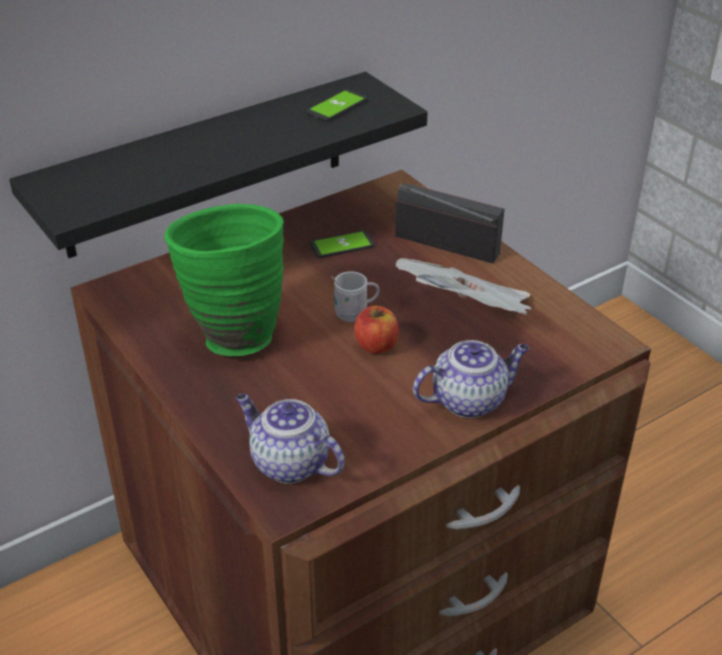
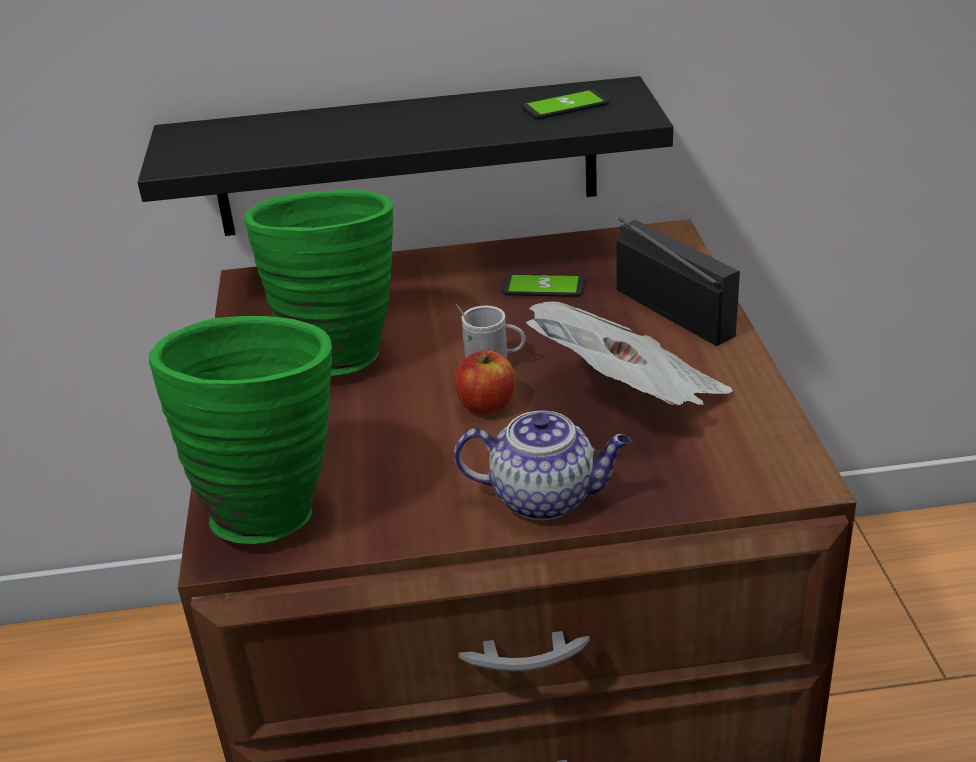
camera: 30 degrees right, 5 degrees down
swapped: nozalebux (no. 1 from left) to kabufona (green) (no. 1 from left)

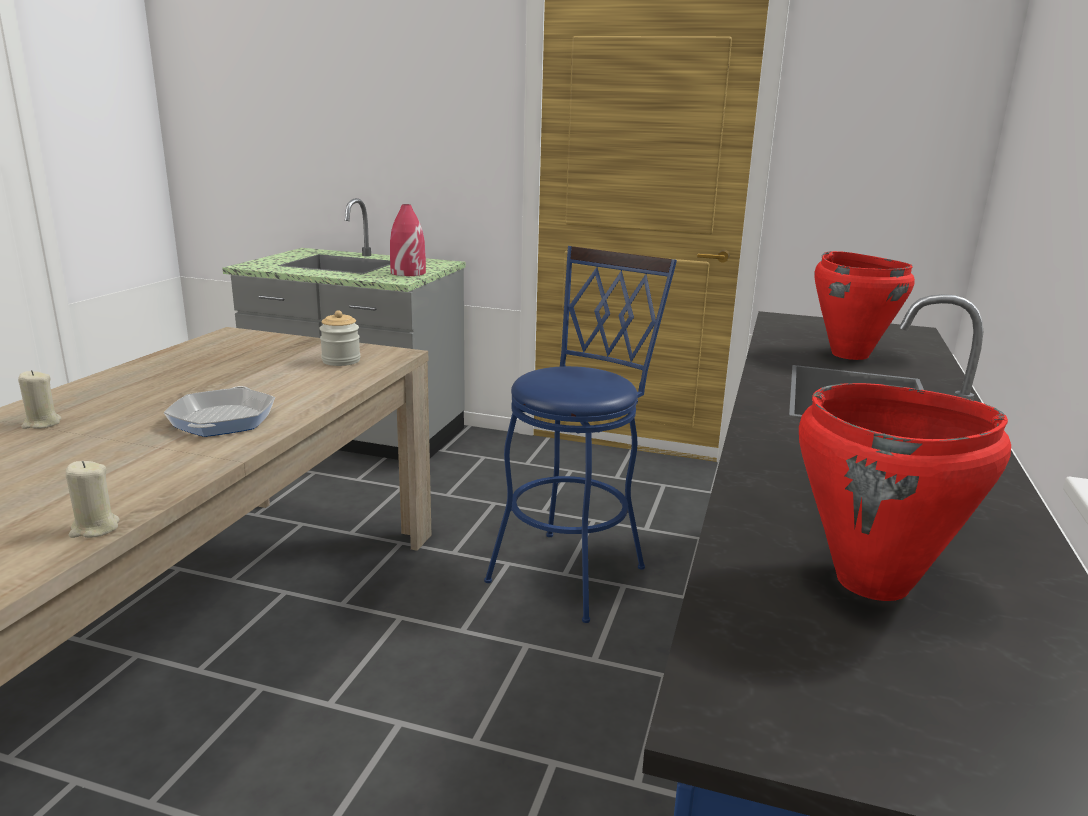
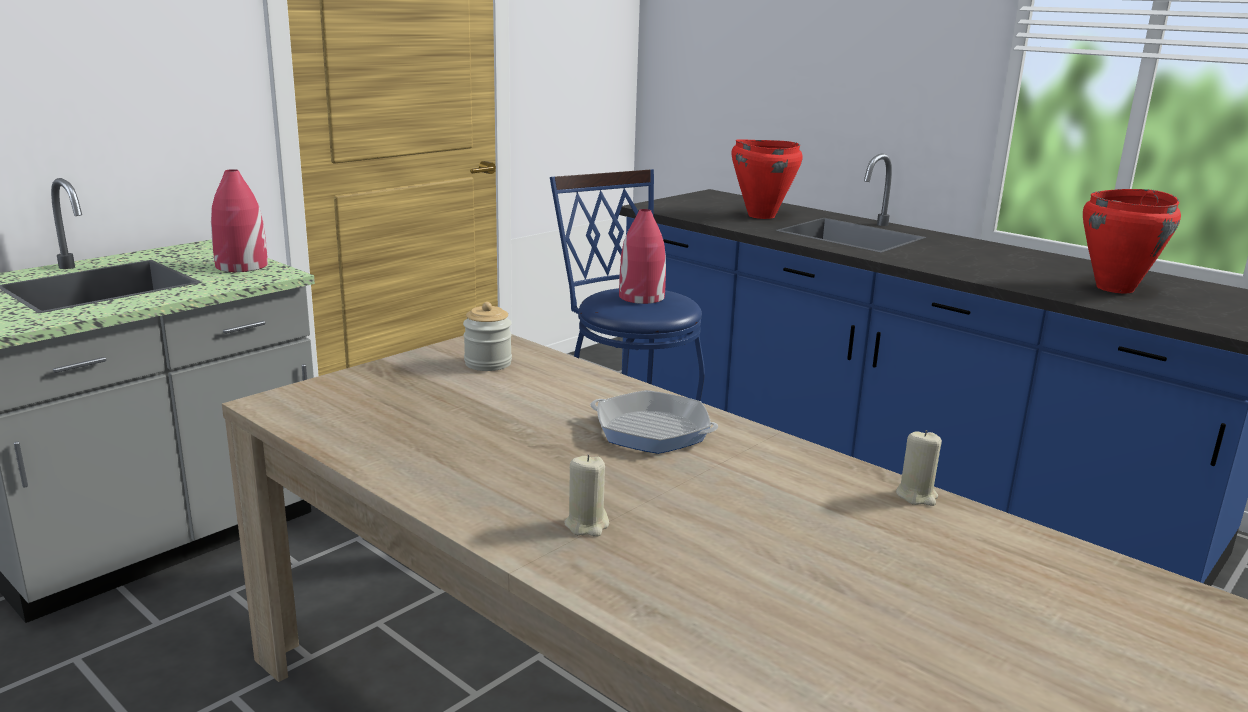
camera: 65 degrees left, 0 degrees up
new: kabufona (red) (no. 2 from left)

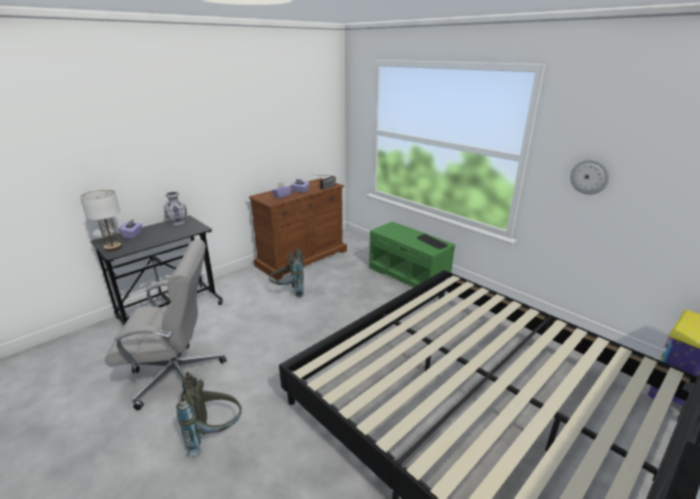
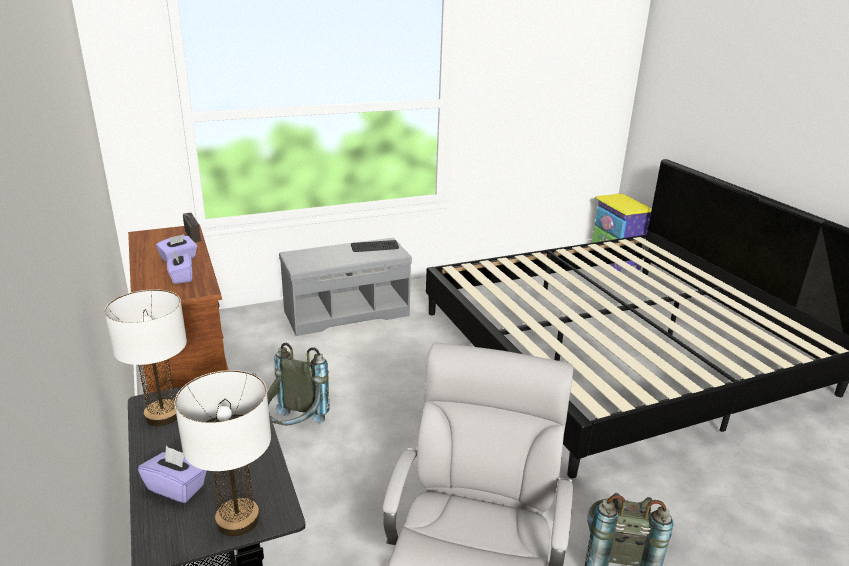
camera: 70 degrees left, 0 degrees up
gone: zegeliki
swapped: kabufona to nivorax (no. 1 from left)
repainted: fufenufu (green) to fufenufu (grey)

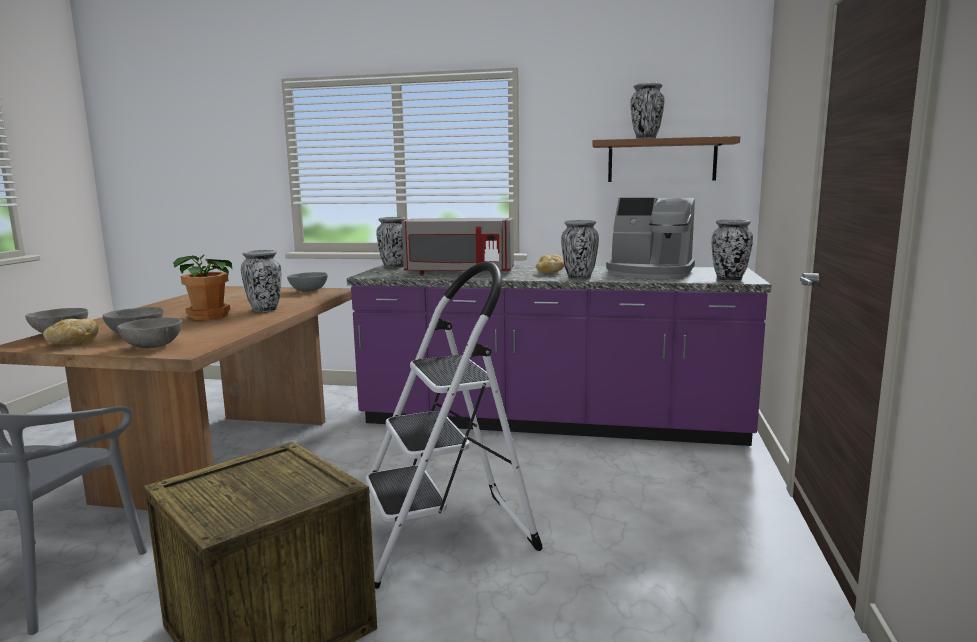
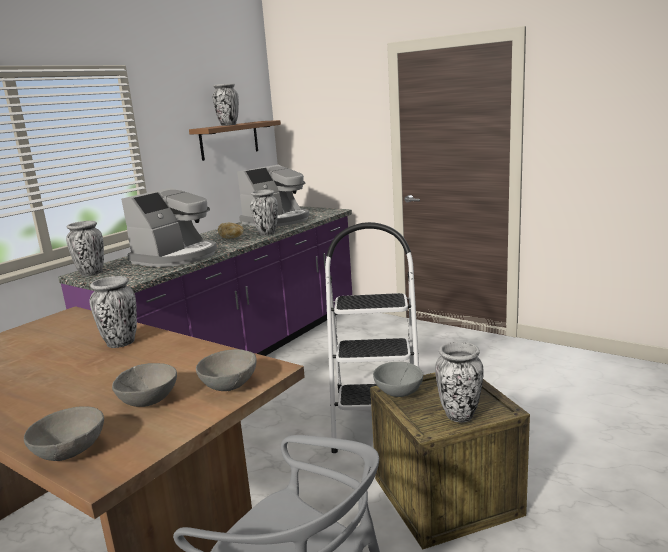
camera: 65 degrees left, 5 degrees up
gone: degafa; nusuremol (no. 1 from left)
shifted: kabufona (no. 5 from left); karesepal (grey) (no. 4 from left)
swapped: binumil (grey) to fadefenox (no. 1 from left)

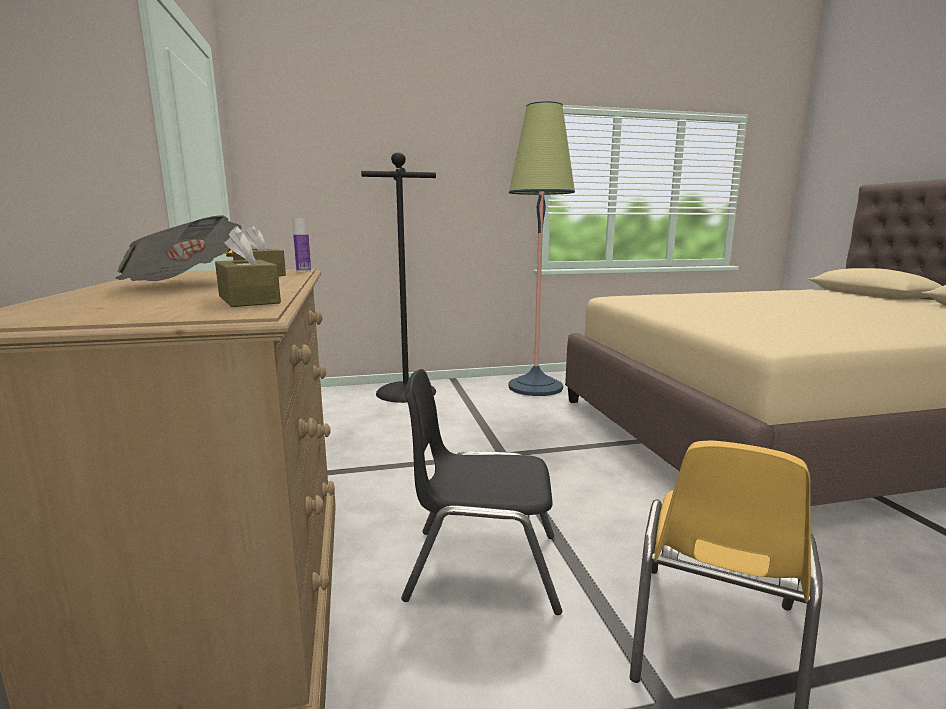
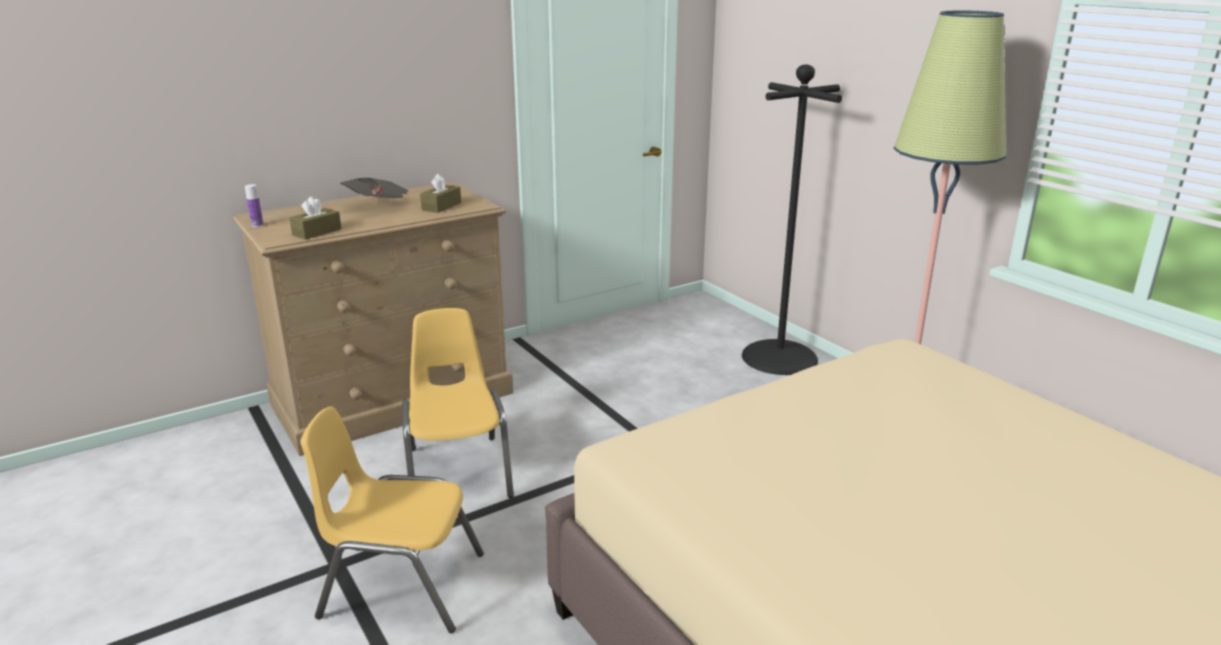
camera: 70 degrees right, 10 degrees up
shifted: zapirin
repainted: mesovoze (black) to mesovoze (yellow) (no. 2 from left)

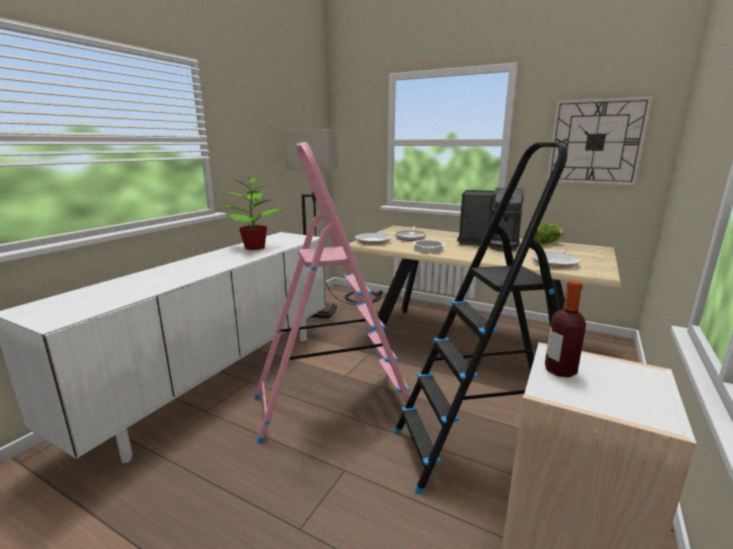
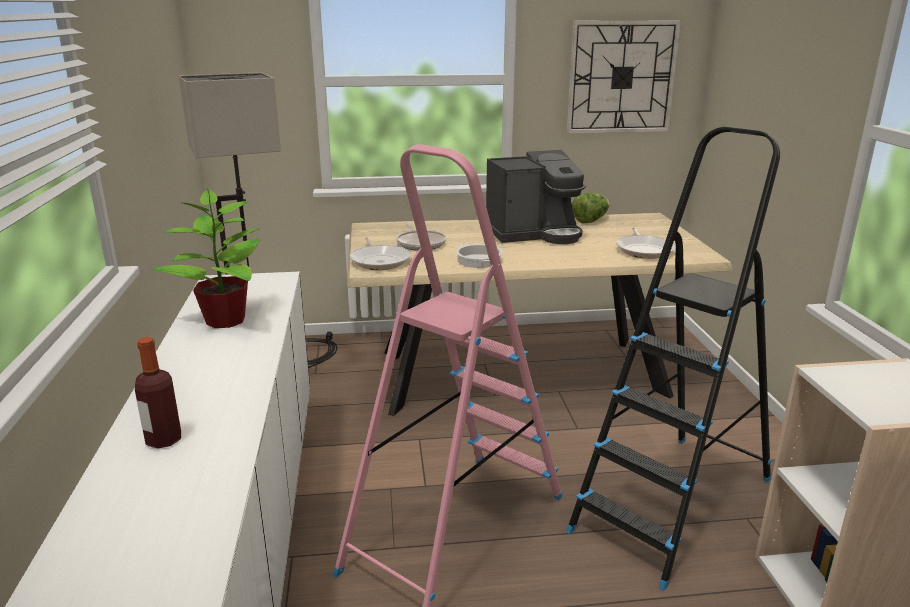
camera: 35 degrees left, 5 degrees up
shifted: zapirin

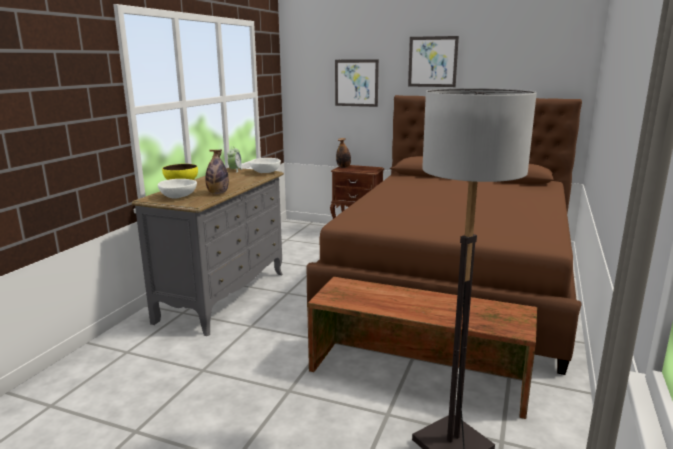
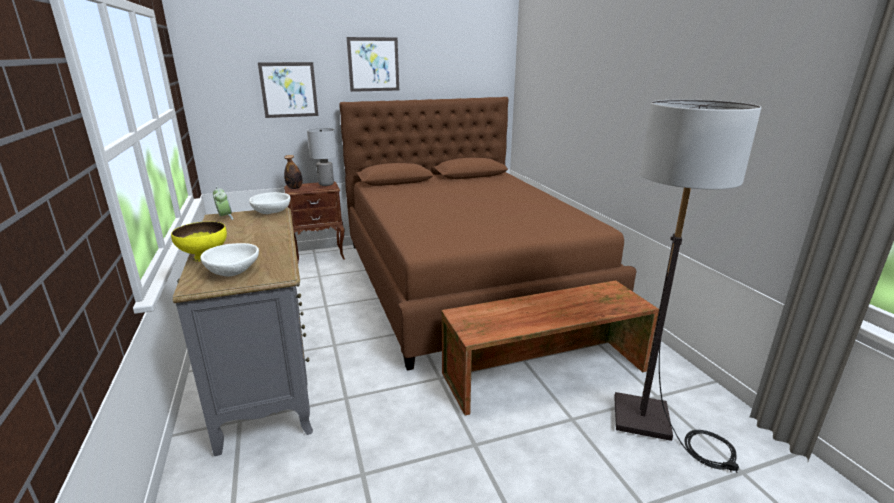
camera: 40 degrees left, 5 degrees up
gone: zapirin (no. 1 from left)
new: nivorax (grey)

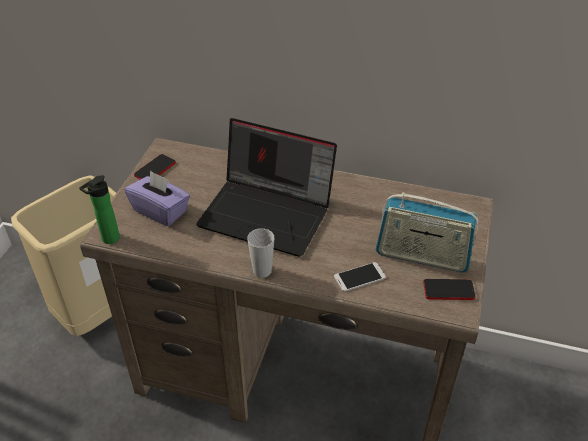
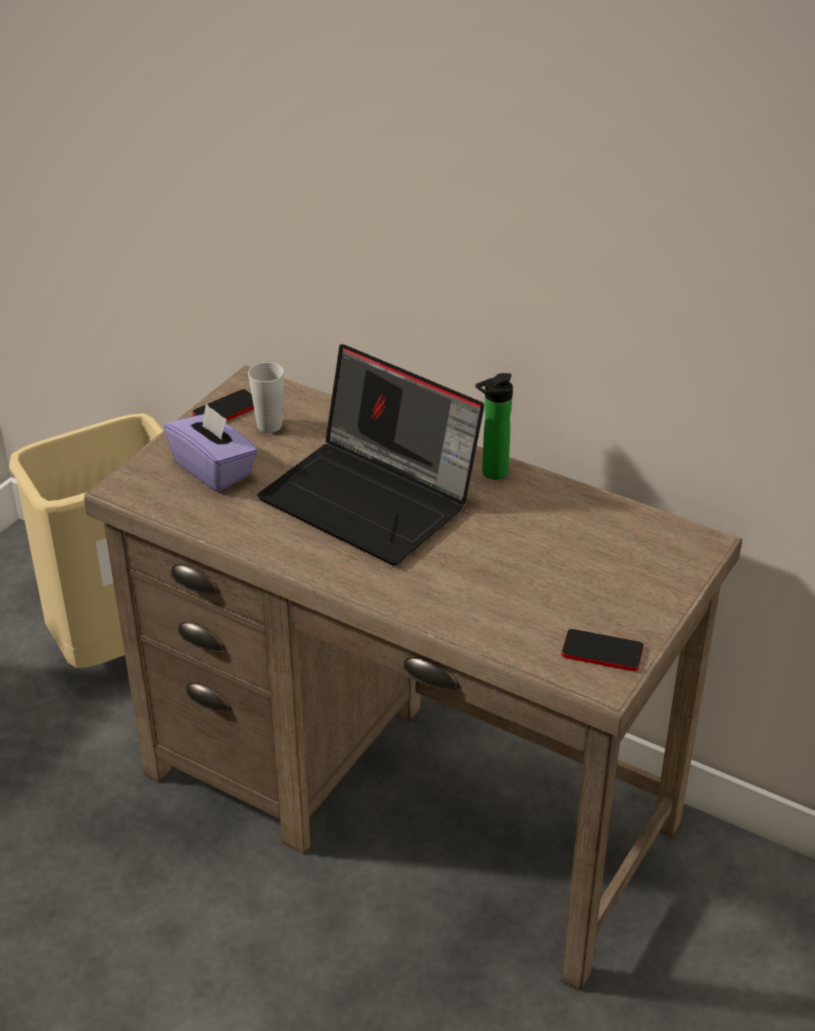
camera: 15 degrees right, 5 degrees down
gone: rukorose; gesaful (no. 2 from left)
shifted: zapirin; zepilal

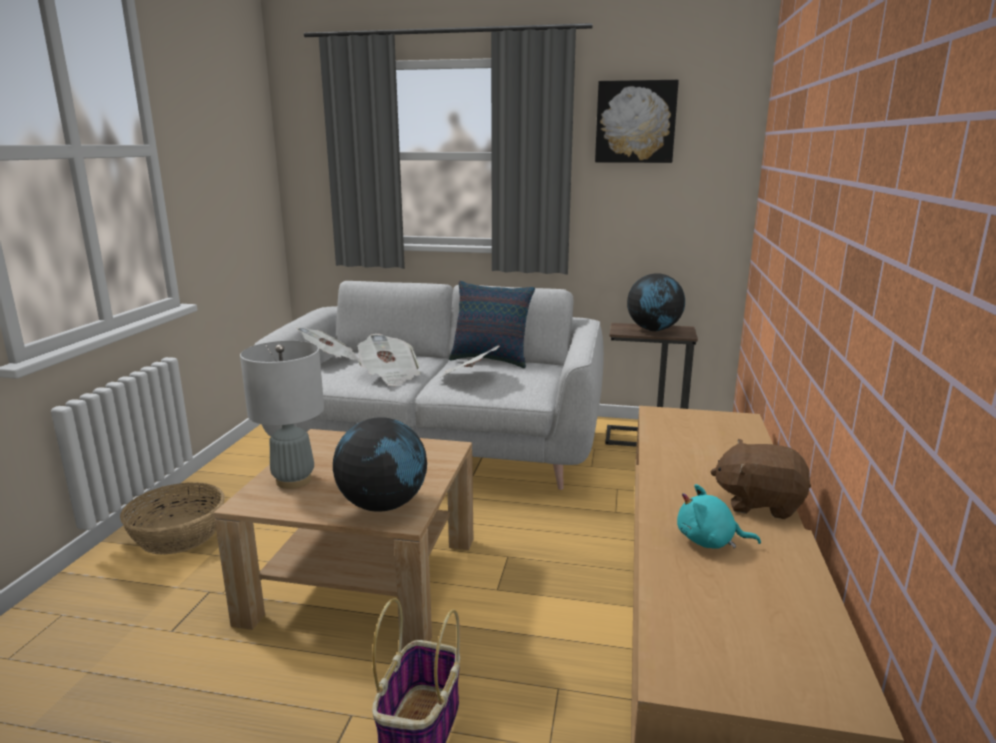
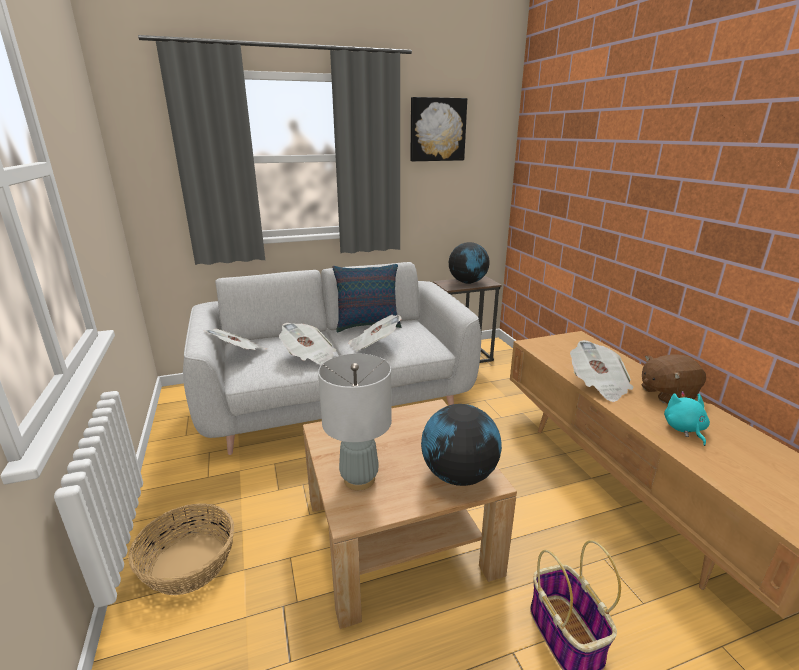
camera: 30 degrees left, 5 degrees up
new: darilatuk (no. 4 from left)
rotated: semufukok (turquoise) 105 degrees clockwise

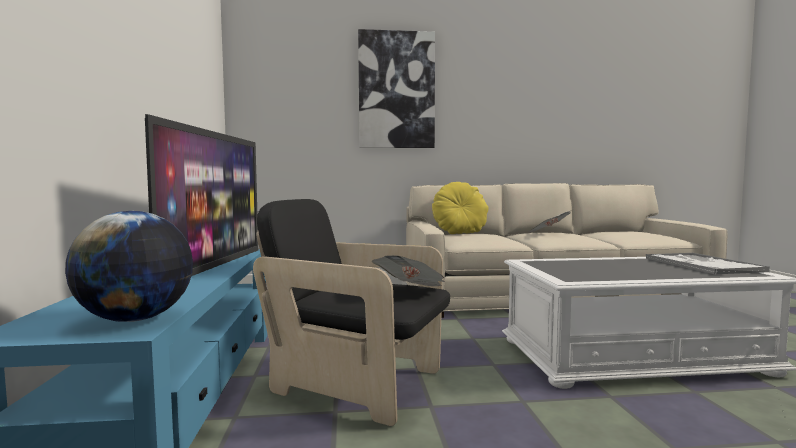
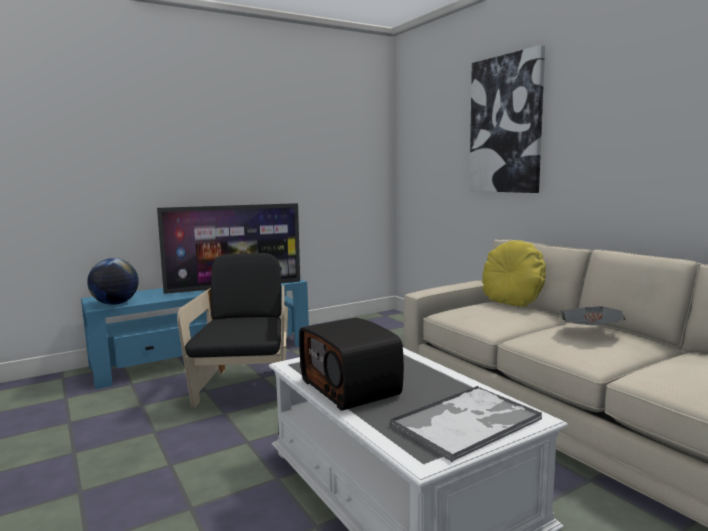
camera: 65 degrees right, 5 degrees up
gone: darilatuk (no. 1 from left)
new: rukorose

